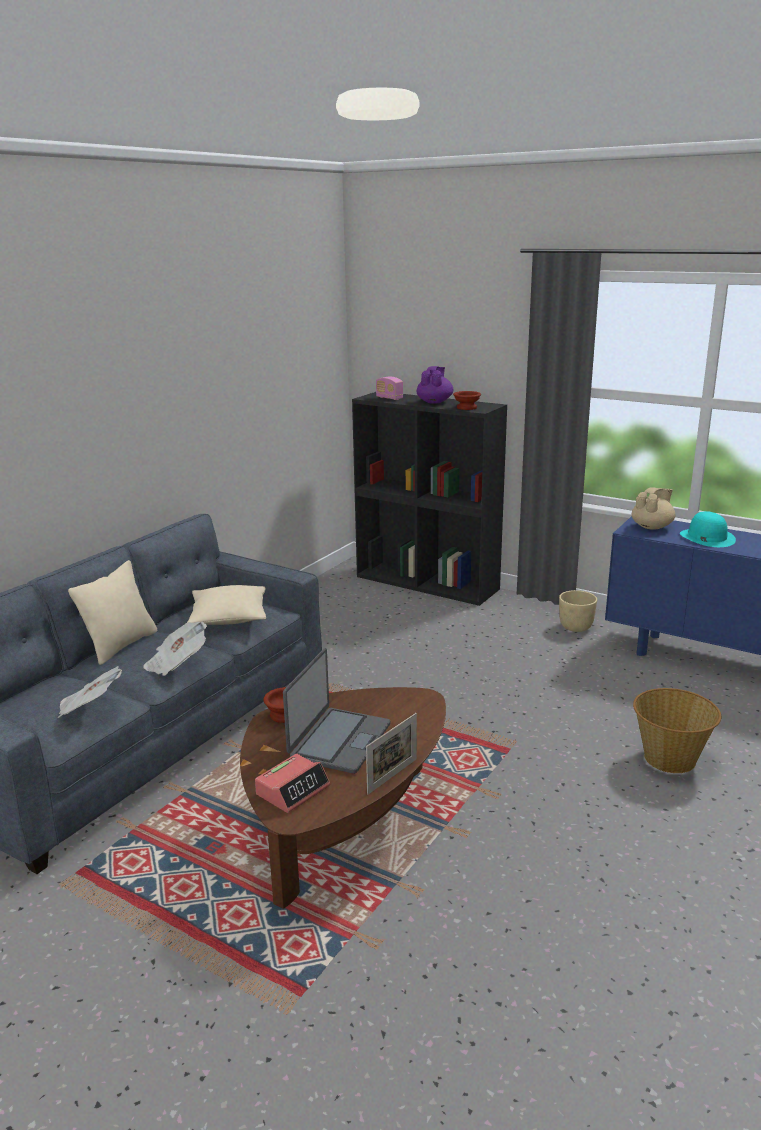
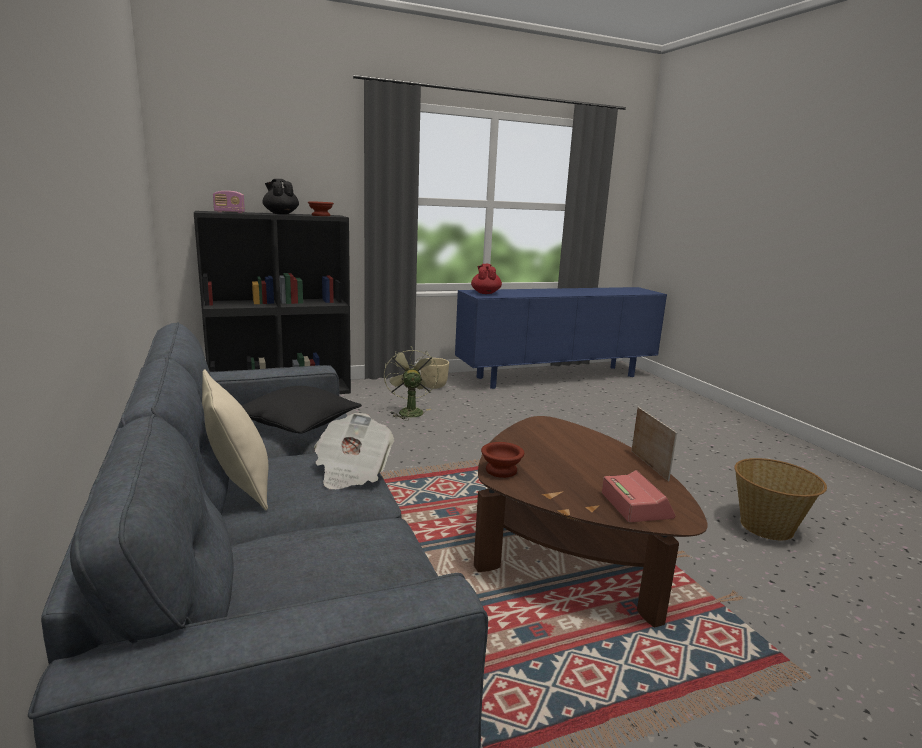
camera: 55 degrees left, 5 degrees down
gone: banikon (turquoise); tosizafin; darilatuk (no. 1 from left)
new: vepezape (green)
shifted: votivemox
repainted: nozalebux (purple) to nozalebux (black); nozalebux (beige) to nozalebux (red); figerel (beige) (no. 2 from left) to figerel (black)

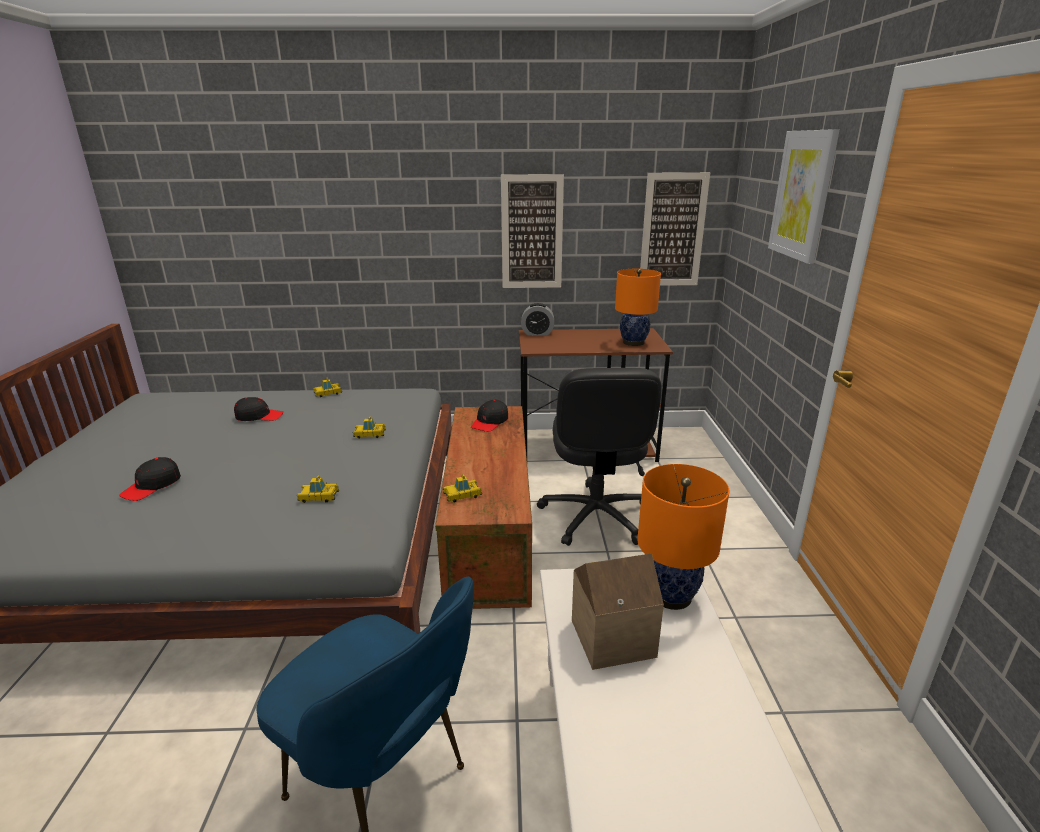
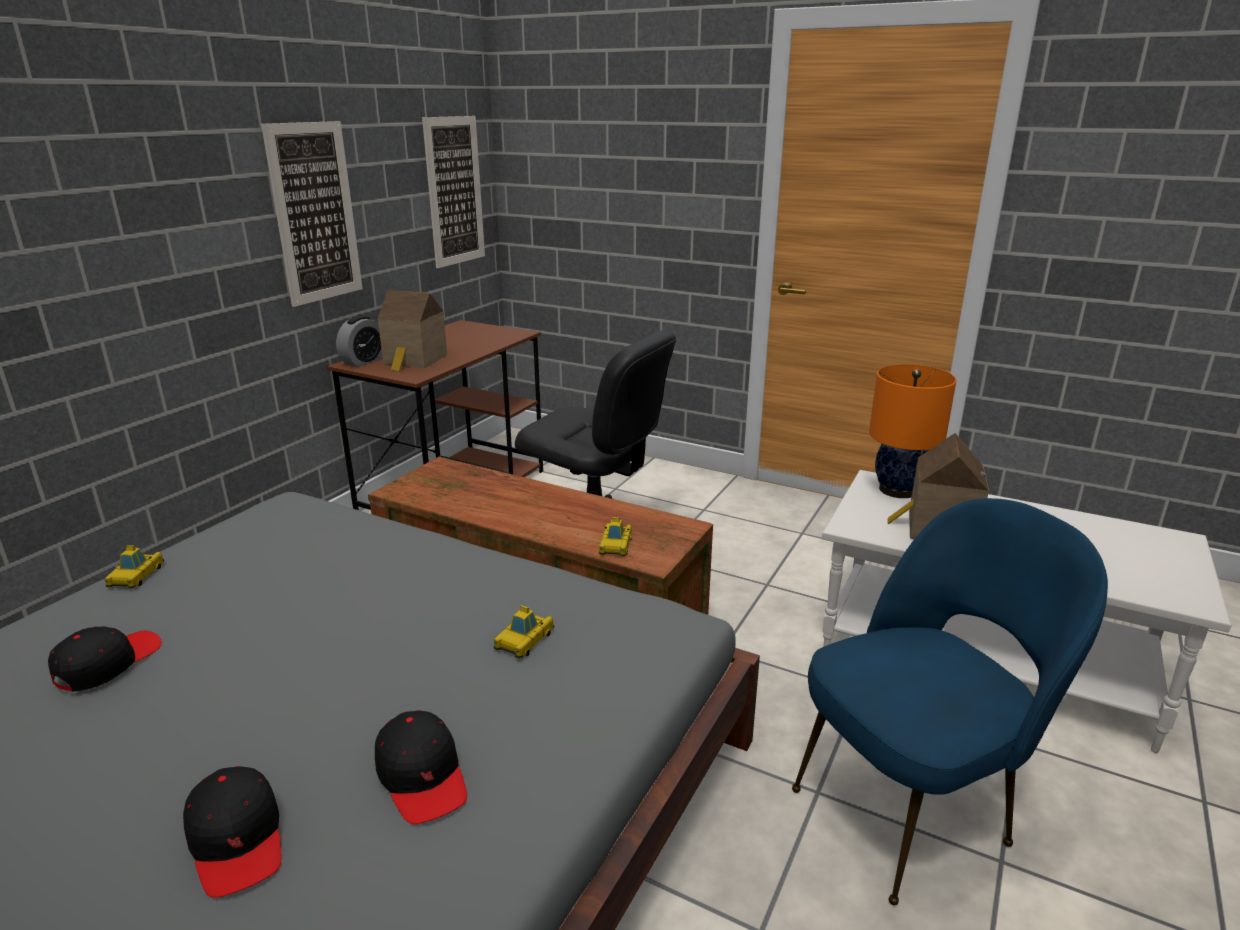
camera: 60 degrees left, 0 degrees up
gone: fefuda (no. 3 from left); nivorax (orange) (no. 1 from left); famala (no. 3 from left)
new: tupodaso (no. 1 from left)
shifted: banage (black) (no. 3 from left)

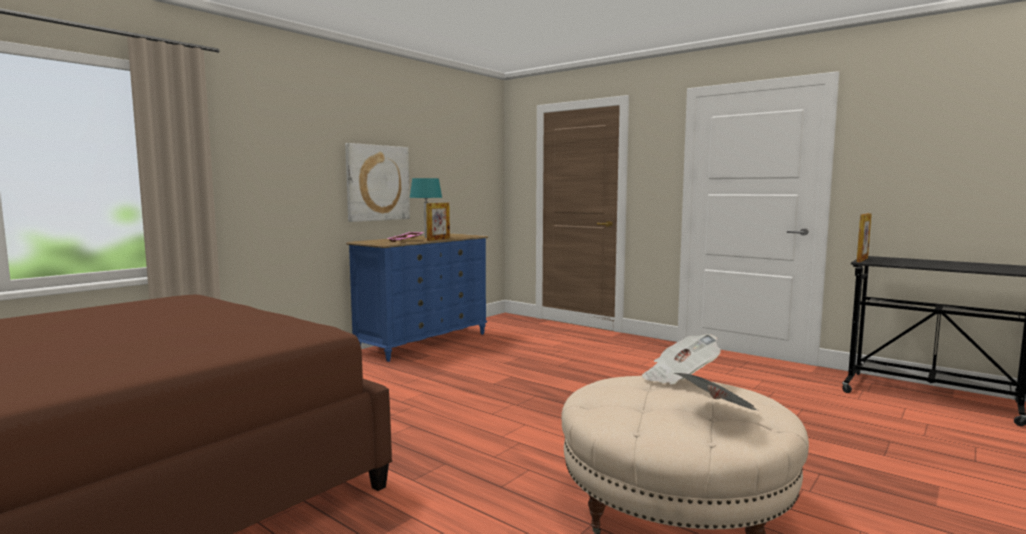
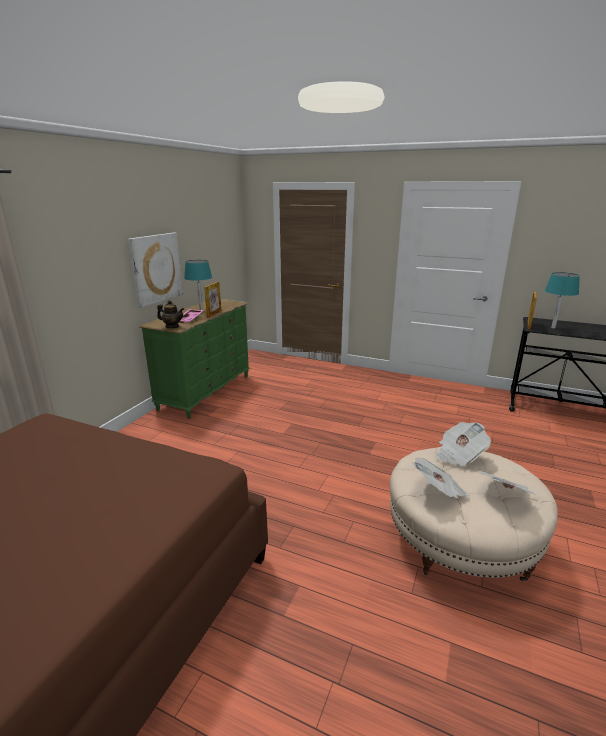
camera: 15 degrees left, 15 degrees up
new: nivorax (turquoise) (no. 2 from left); nozalebux; darilatuk (no. 1 from left)
repainted: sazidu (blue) to sazidu (green)

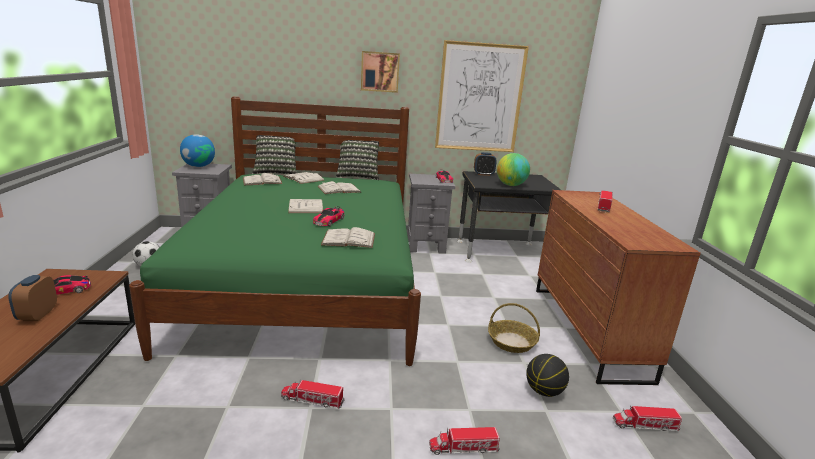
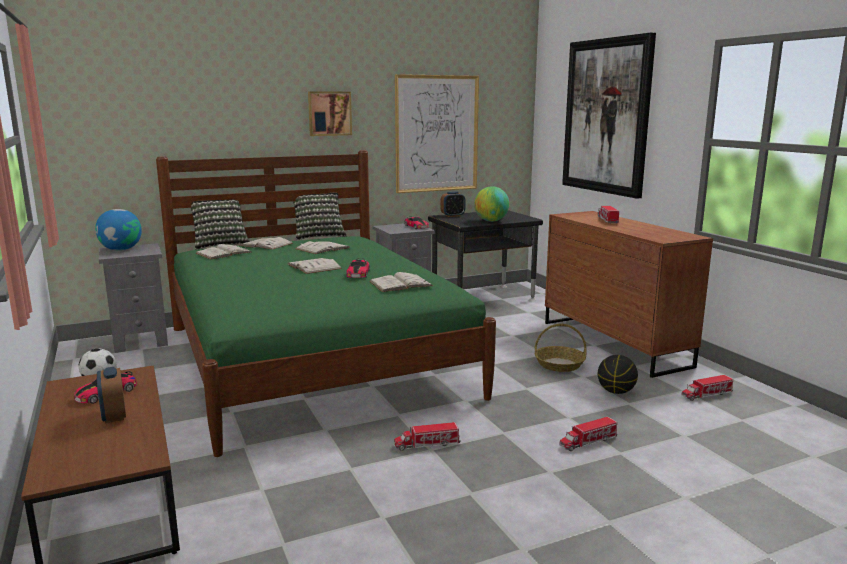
camera: 20 degrees left, 5 degrees down
new: fefuda (no. 3 from left)

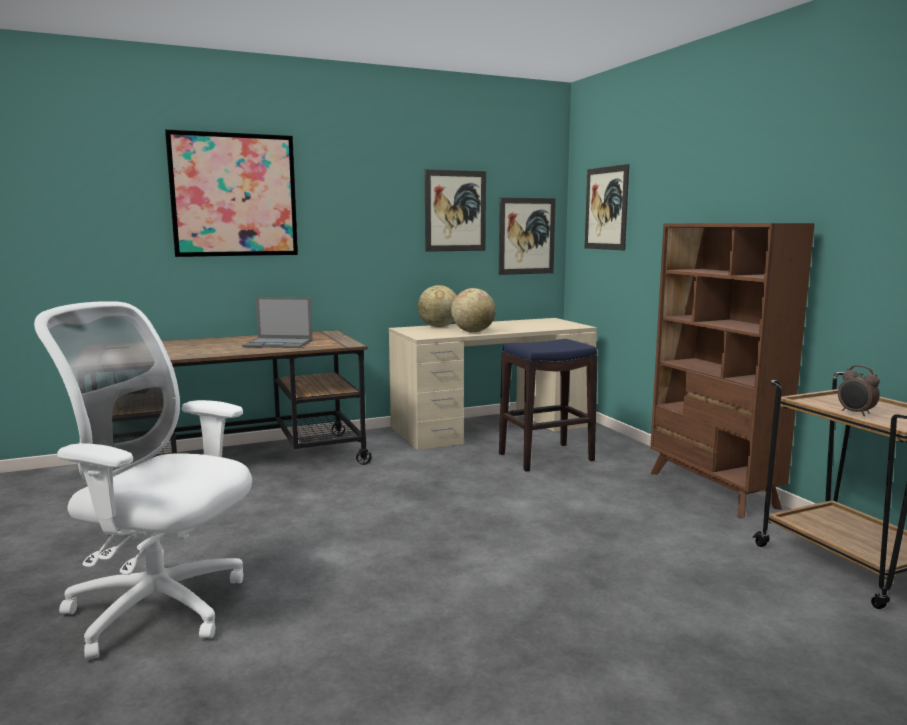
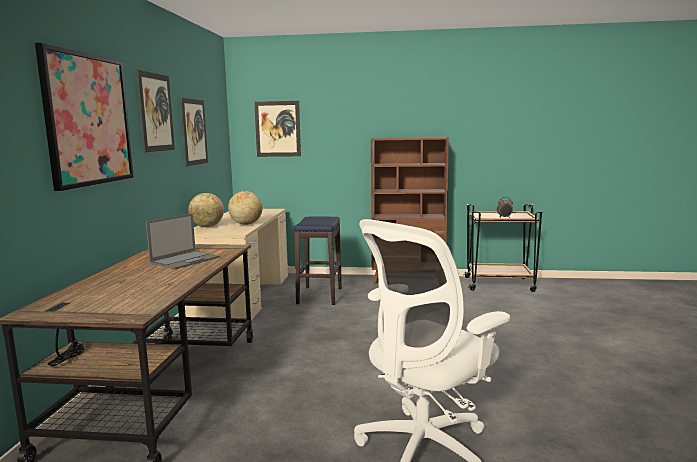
camera: 60 degrees left, 0 degrees up
shifted: fefuda (no. 3 from left in the first image) to fefuda (no. 2 from left)

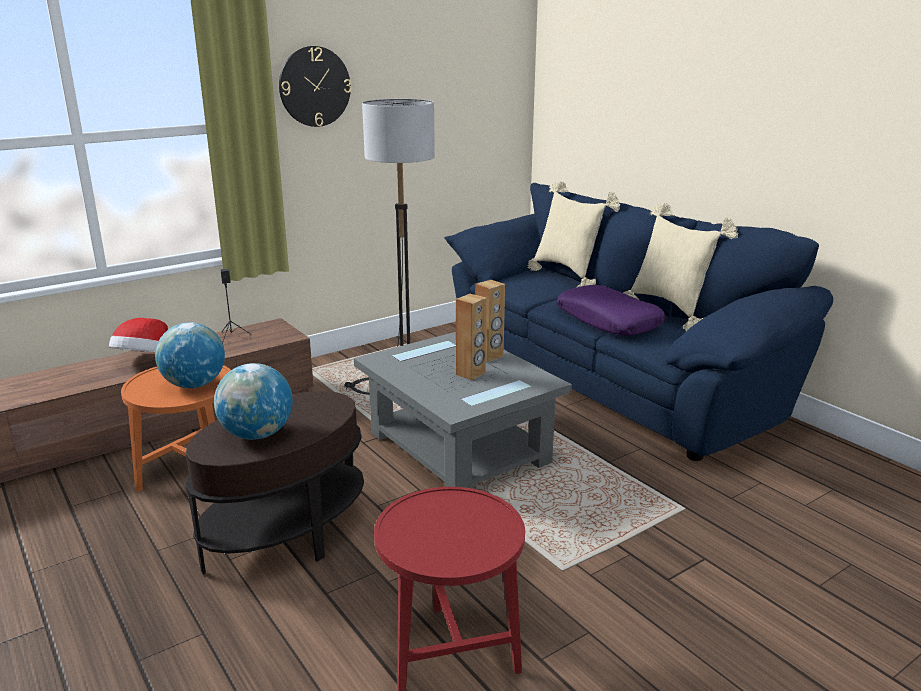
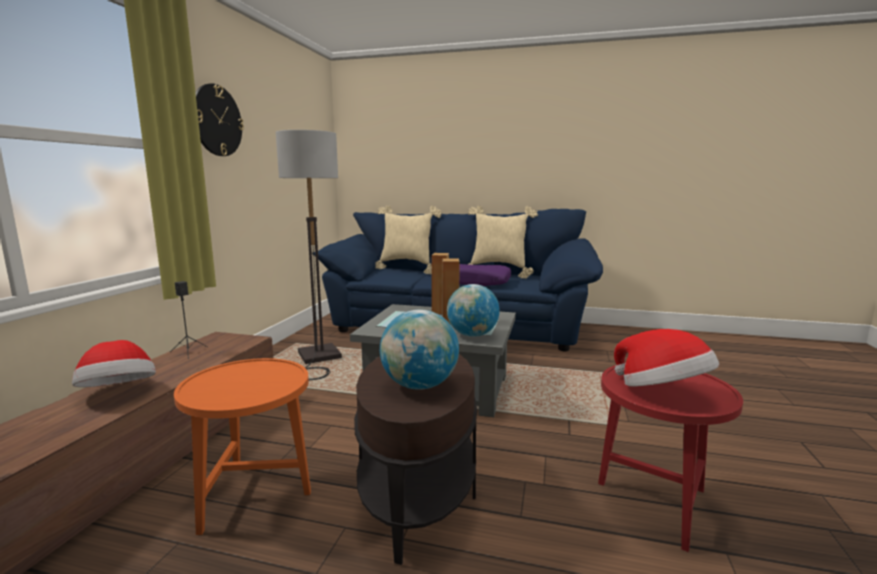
camera: 40 degrees left, 10 degrees down
new: banikon (no. 2 from left)
shifted: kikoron (no. 1 from left in the first image) to kikoron (no. 2 from left)

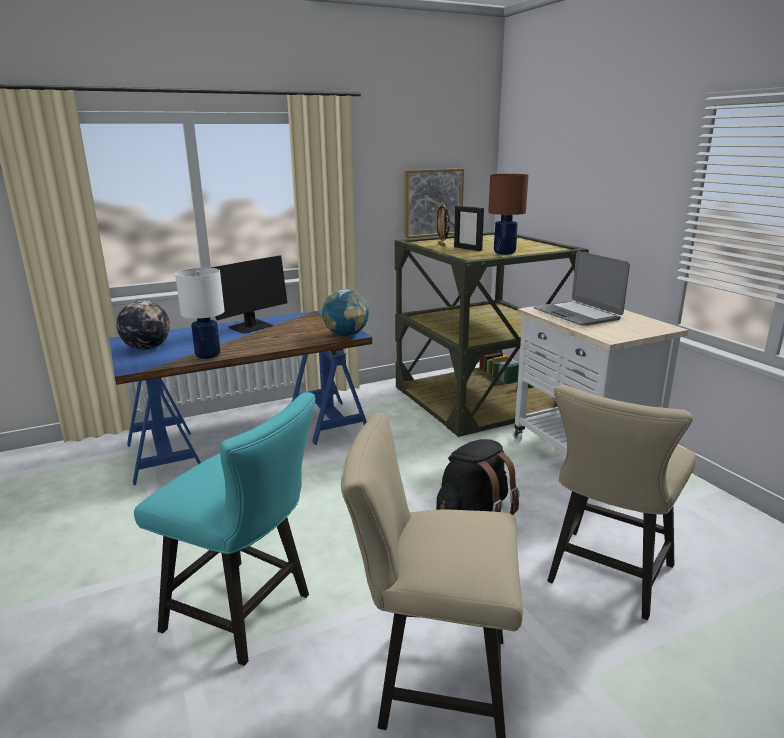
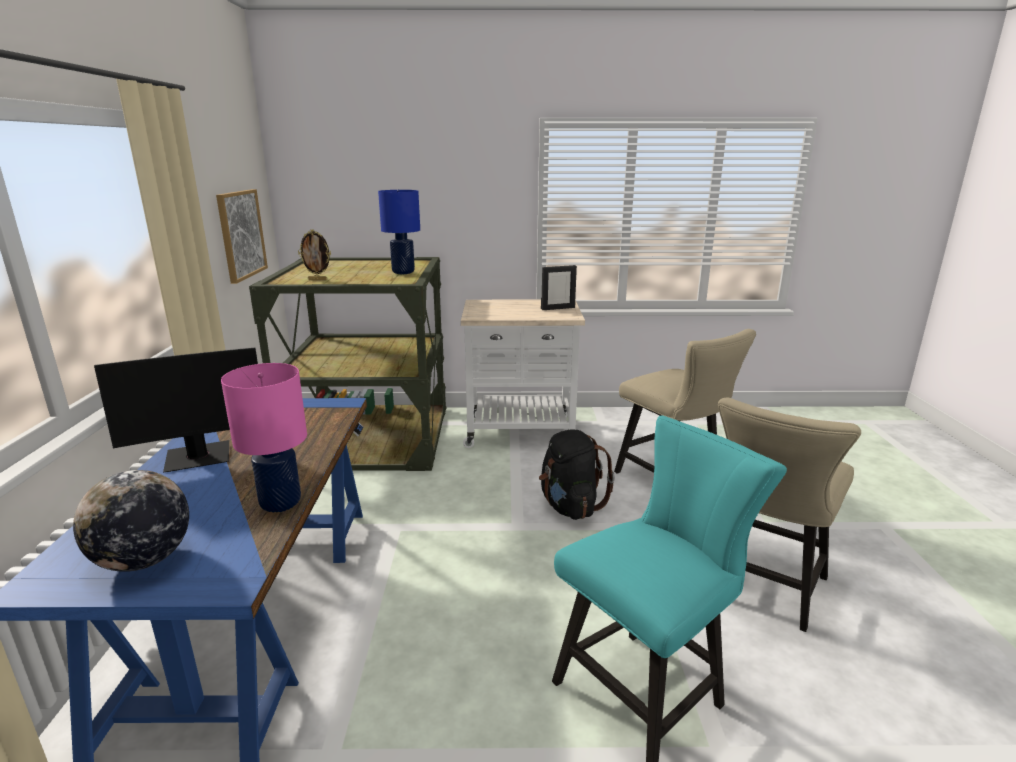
camera: 65 degrees left, 0 degrees up
gone: tosizafin; kikoron (no. 2 from left)
shifted: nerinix (no. 2 from left)
repainted: nivorax (brown) to nivorax (blue); nivorax (white) to nivorax (pink)
rotated: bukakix 90 degrees clockwise

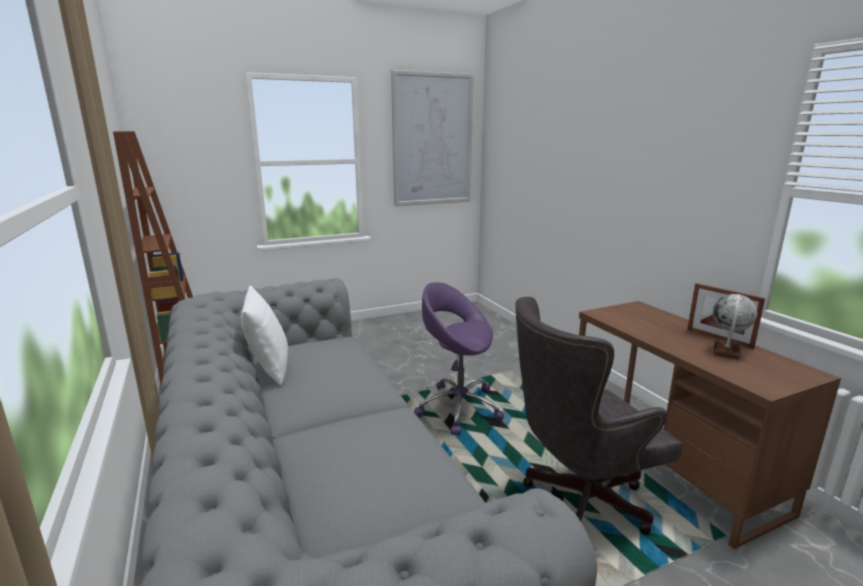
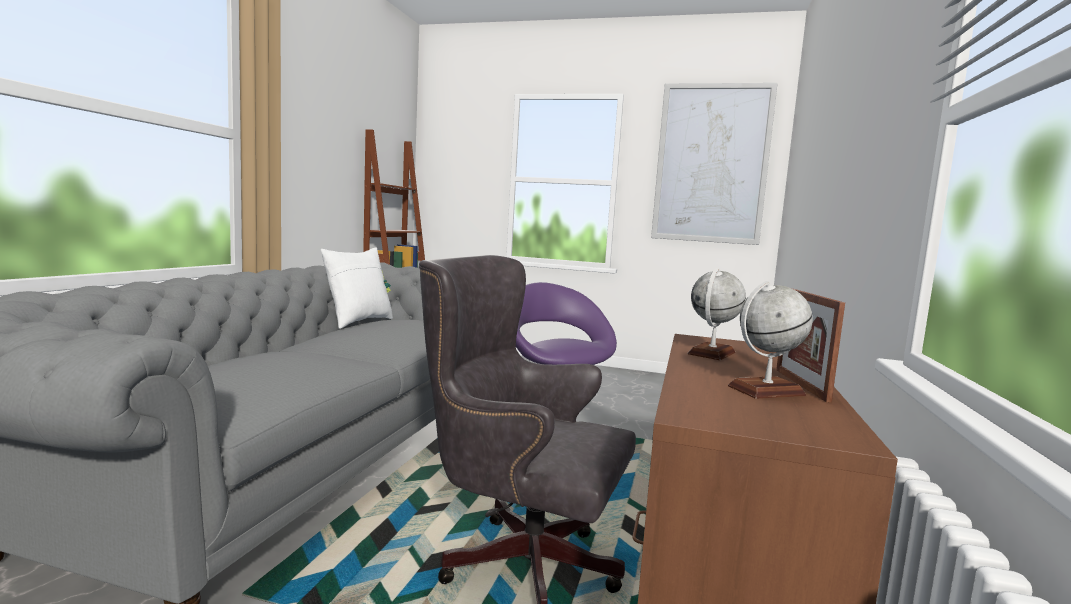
camera: 40 degrees right, 10 degrees down
new: kikoron (no. 1 from left)

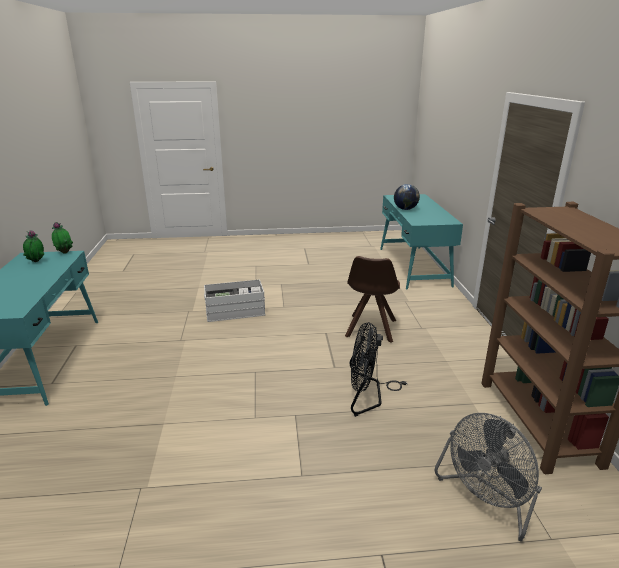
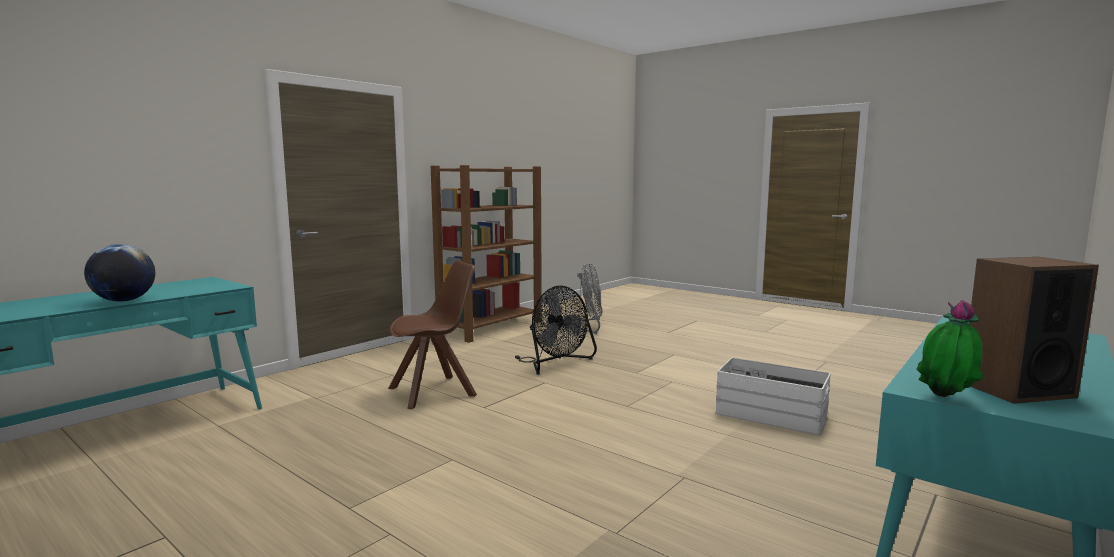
camera: 135 degrees left, 15 degrees down
shifted: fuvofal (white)
swapped: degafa (no. 1 from left) to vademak

